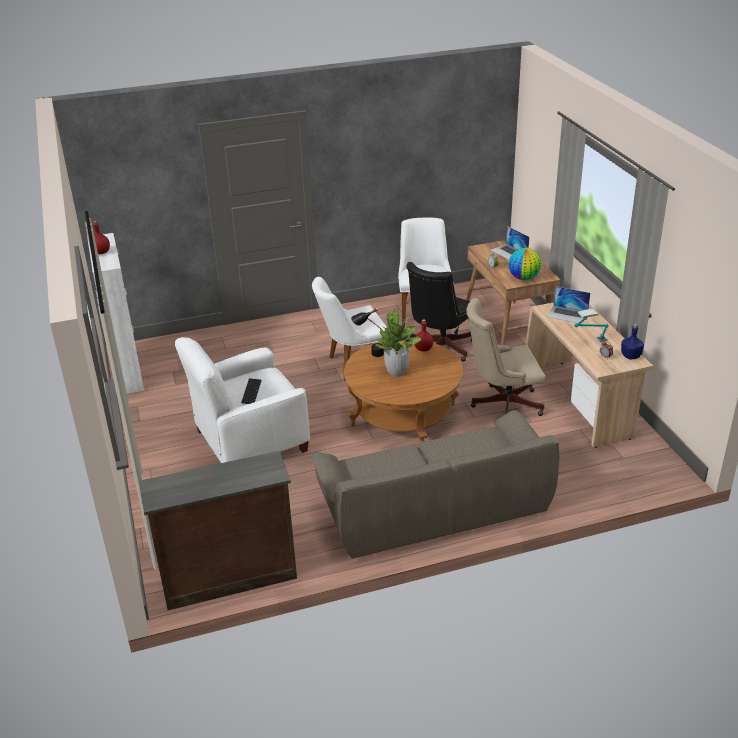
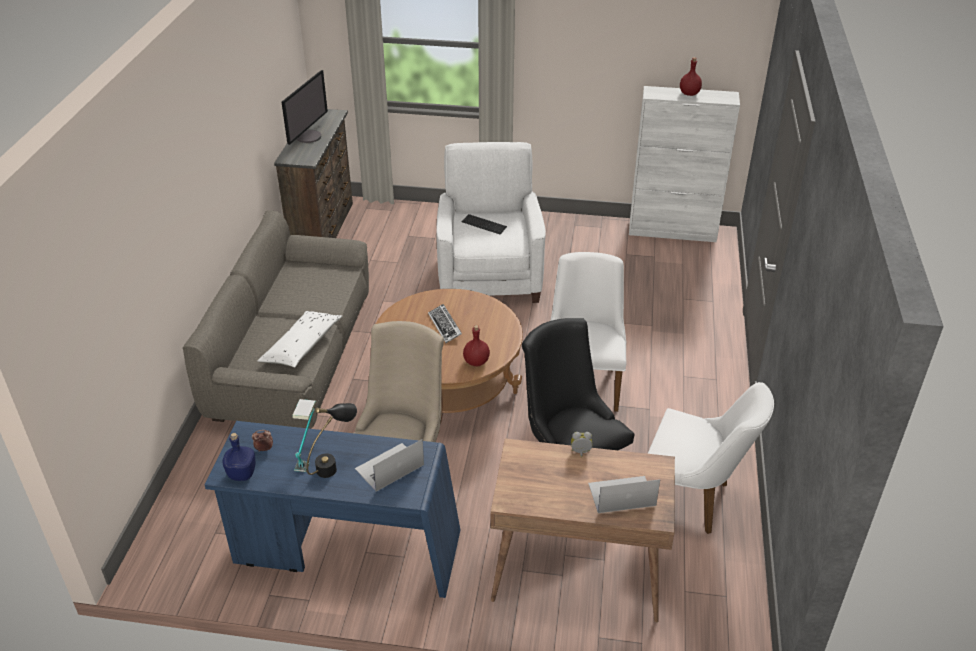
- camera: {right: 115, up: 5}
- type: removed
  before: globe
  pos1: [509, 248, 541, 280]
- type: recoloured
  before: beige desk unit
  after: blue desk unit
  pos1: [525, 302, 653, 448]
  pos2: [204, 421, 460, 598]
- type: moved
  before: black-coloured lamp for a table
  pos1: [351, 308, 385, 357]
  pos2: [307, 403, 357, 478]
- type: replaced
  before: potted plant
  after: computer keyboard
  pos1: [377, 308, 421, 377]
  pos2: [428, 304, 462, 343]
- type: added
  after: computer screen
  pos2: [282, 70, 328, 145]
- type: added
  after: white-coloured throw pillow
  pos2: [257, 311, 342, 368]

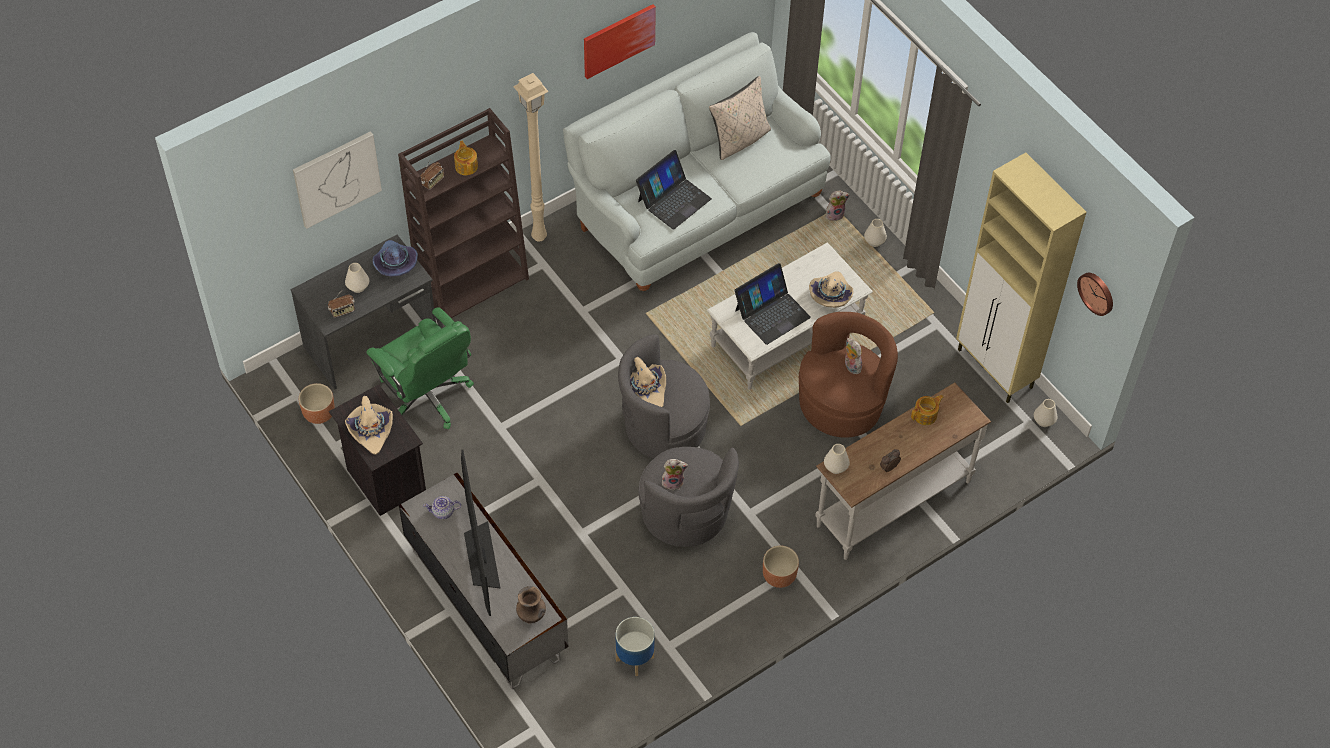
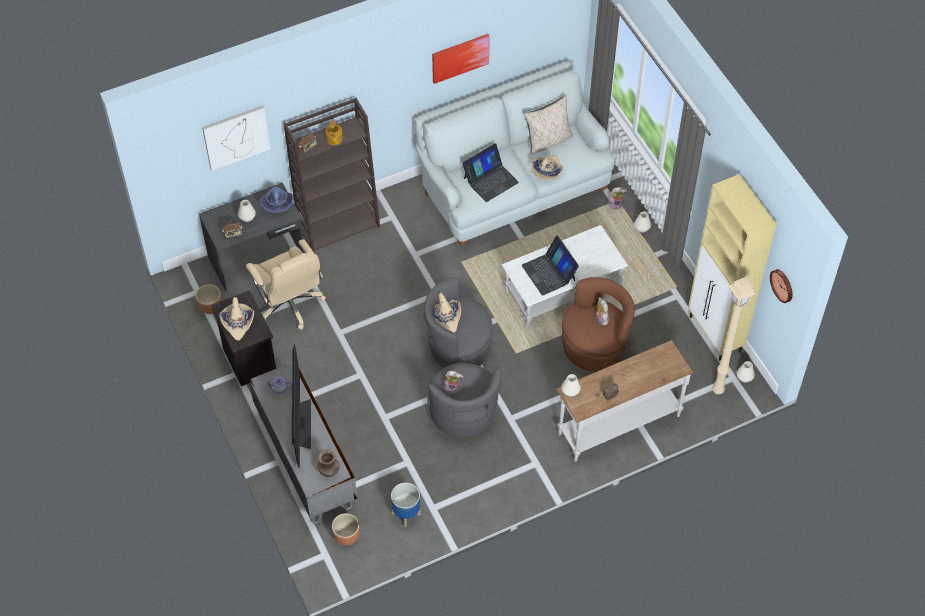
- camera: {right: 10, up: 0}
- type: moved
  before: beige standard lamp
  pos1: [513, 73, 549, 242]
  pos2: [712, 277, 756, 394]
- type: turned
  before: laptop
  pos1: [734, 263, 811, 345]
  pos2: [522, 236, 579, 296]
  turn: 90
- type: moved
  before: beige hat
  pos1: [809, 272, 853, 308]
  pos2: [531, 155, 563, 180]
- type: recoloured
  before: green-coloured desk chair
  after: beige desk chair
  pos1: [367, 307, 474, 429]
  pos2: [246, 239, 326, 330]
- type: removed
  before: tea pot
  pos1: [911, 395, 943, 425]
- type: moved
  before: brownish flower pot
  pos1: [763, 546, 799, 588]
  pos2: [332, 513, 360, 545]

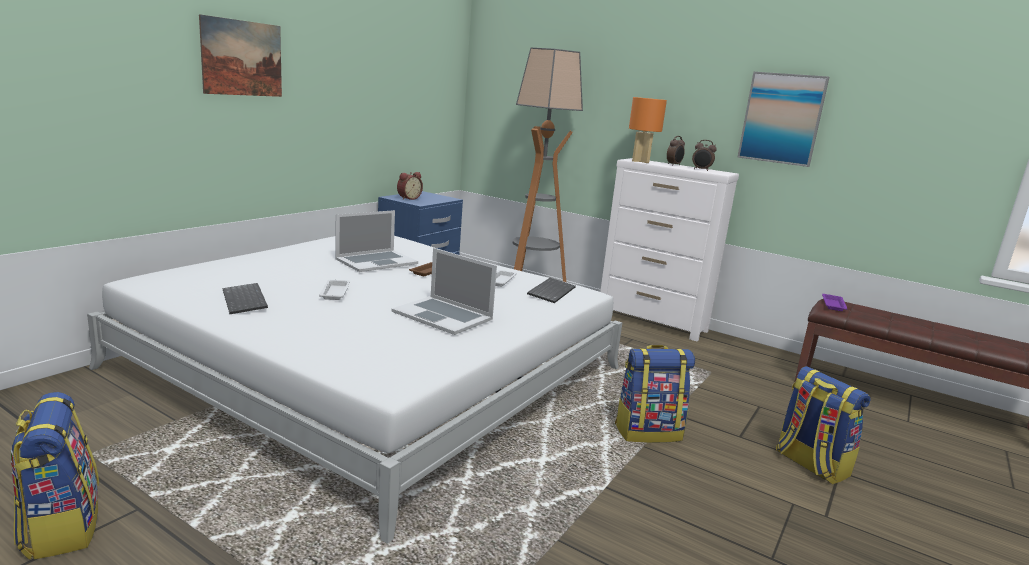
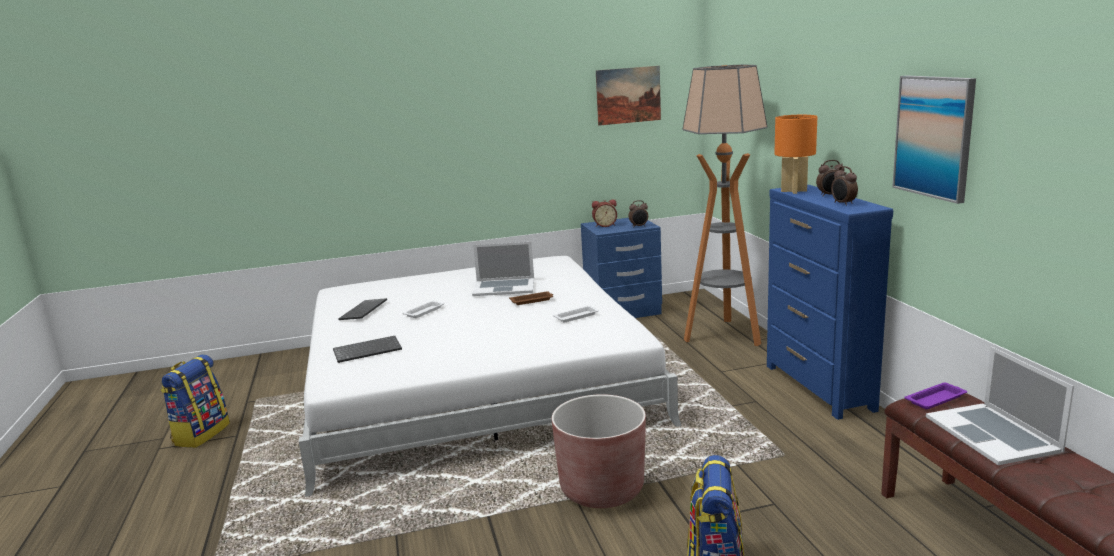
- camera: {right: 45, up: 0}
- type: moved
  before: picture
  pos1: [199, 14, 282, 97]
  pos2: [596, 66, 661, 126]
- type: recoloured
  before: white-coloured drawer chest
  after: blue drawer chest
  pos1: [600, 158, 739, 341]
  pos2: [767, 185, 893, 420]
- type: moved
  before: laptop
  pos1: [391, 248, 497, 335]
  pos2: [926, 347, 1074, 465]
- type: moved
  before: computer keyboard
  pos1: [527, 278, 576, 303]
  pos2: [333, 336, 402, 363]
- type: replaced
  before: knapsack
  after: brownish flower pot
  pos1: [615, 345, 695, 443]
  pos2: [552, 394, 646, 508]
- type: added
  after: bedside clock
  pos2: [628, 200, 648, 228]

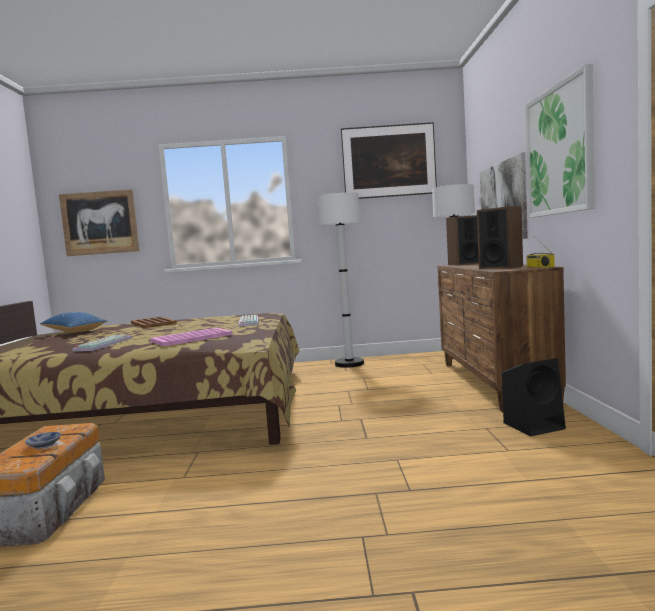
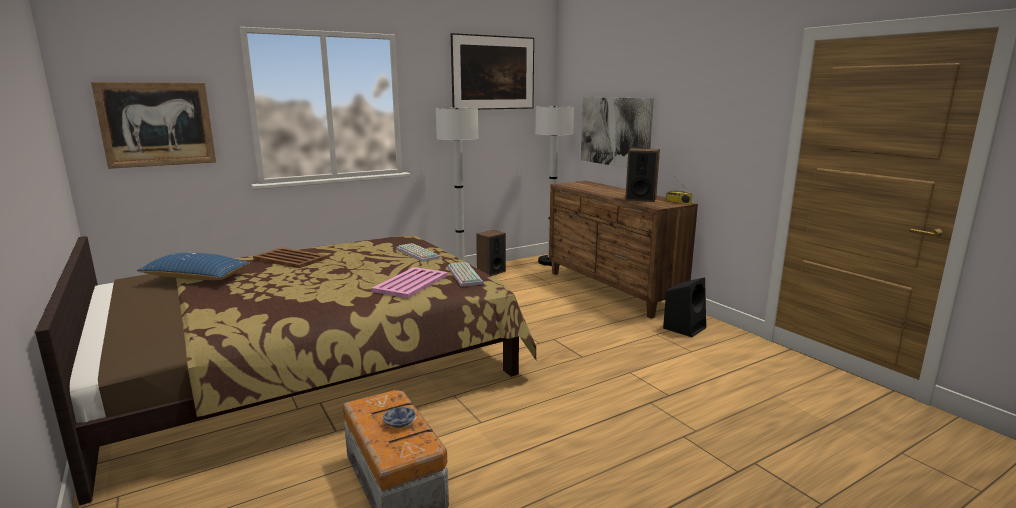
- camera: {right: -30, up: 10}
- type: removed
  before: picture
  pos1: [525, 64, 595, 218]
- type: moved
  before: speaker
  pos1: [446, 215, 479, 265]
  pos2: [476, 230, 506, 276]
- type: moved
  before: computer keyboard
  pos1: [72, 334, 132, 351]
  pos2: [448, 262, 484, 287]

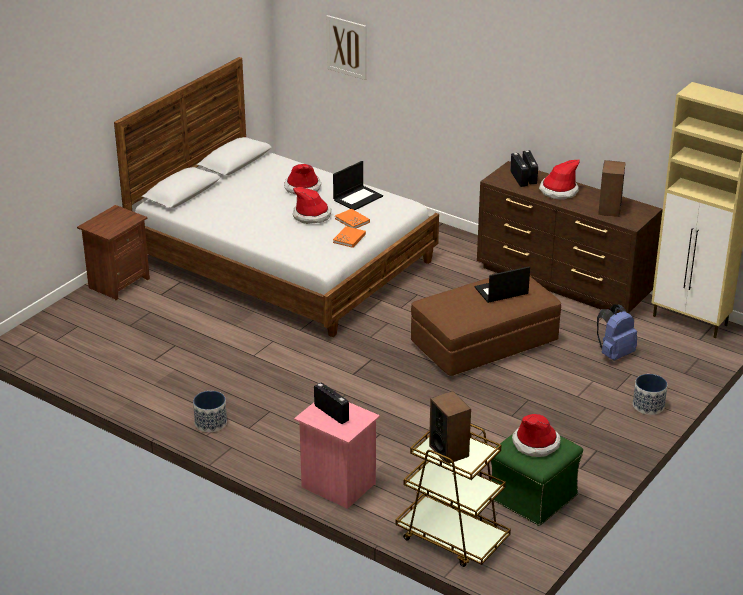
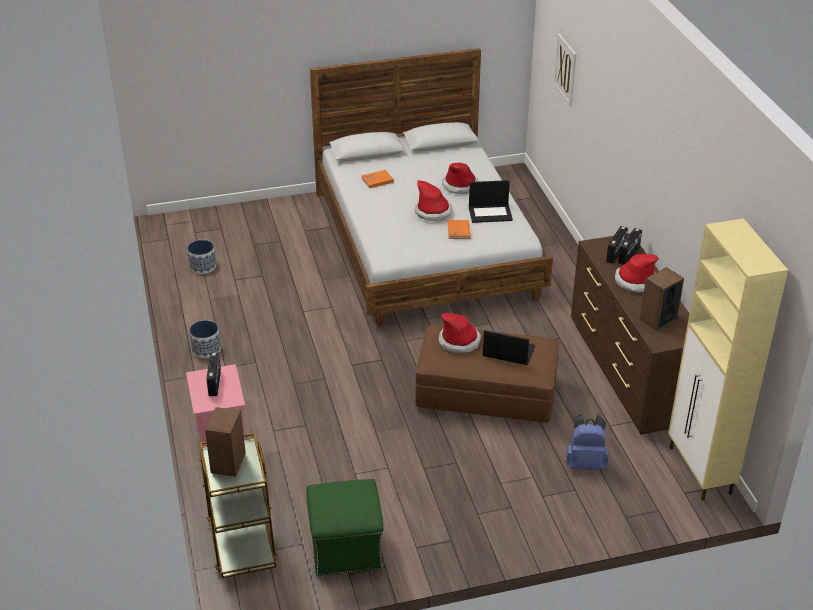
- camera: {right: 40, up: 5}
- type: removed
  before: brownish bedside table
  pos1: [77, 205, 150, 300]
- type: moved
  before: orange-coloured book
  pos1: [333, 226, 366, 248]
  pos2: [361, 170, 394, 188]
- type: moved
  before: flower pot
  pos1: [633, 374, 667, 415]
  pos2: [187, 240, 216, 274]
- type: moved
  before: hat
  pos1: [512, 414, 561, 457]
  pos2: [439, 313, 481, 353]

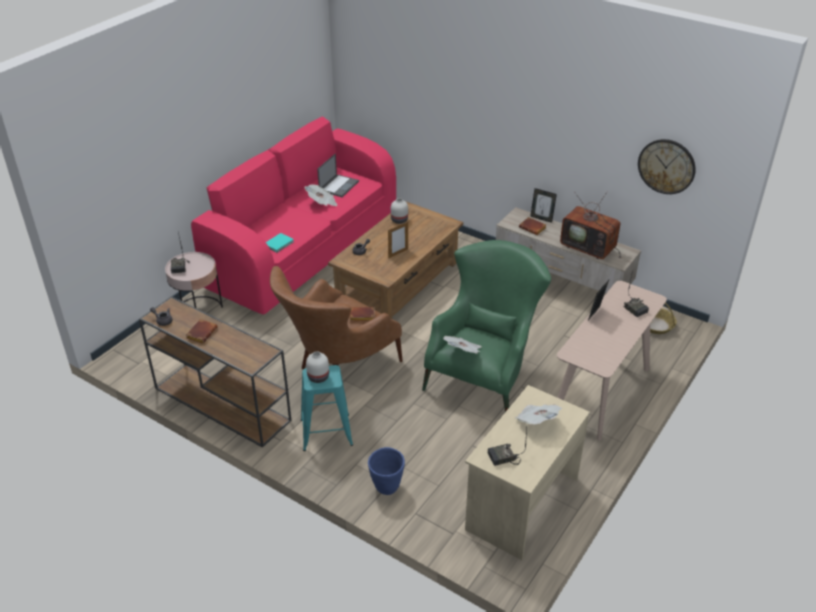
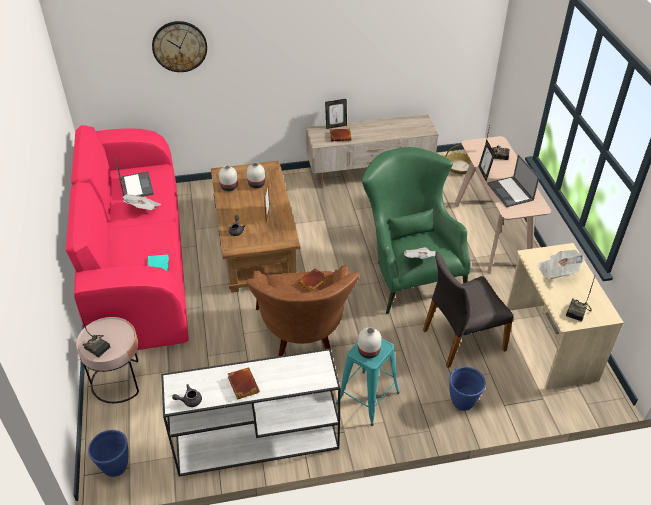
- camera: {right: -45, up: 5}
- type: moved
  before: wall clock
  pos1: [638, 139, 696, 194]
  pos2: [152, 21, 207, 72]
- type: removed
  before: TV
  pos1: [560, 191, 621, 259]
- type: recoloured
  before: brownish console table
  after: white-coloured console table
  pos1: [139, 296, 291, 448]
  pos2: [161, 349, 340, 476]
- type: added
  after: laptop
  pos2: [487, 155, 540, 207]
- type: added
  after: white-coloured flower vase
  pos2: [247, 163, 265, 188]
- type: added
  after: grey upright chair
  pos2: [423, 252, 513, 368]
- type: added
  after: blue flower pot
  pos2: [88, 430, 129, 477]

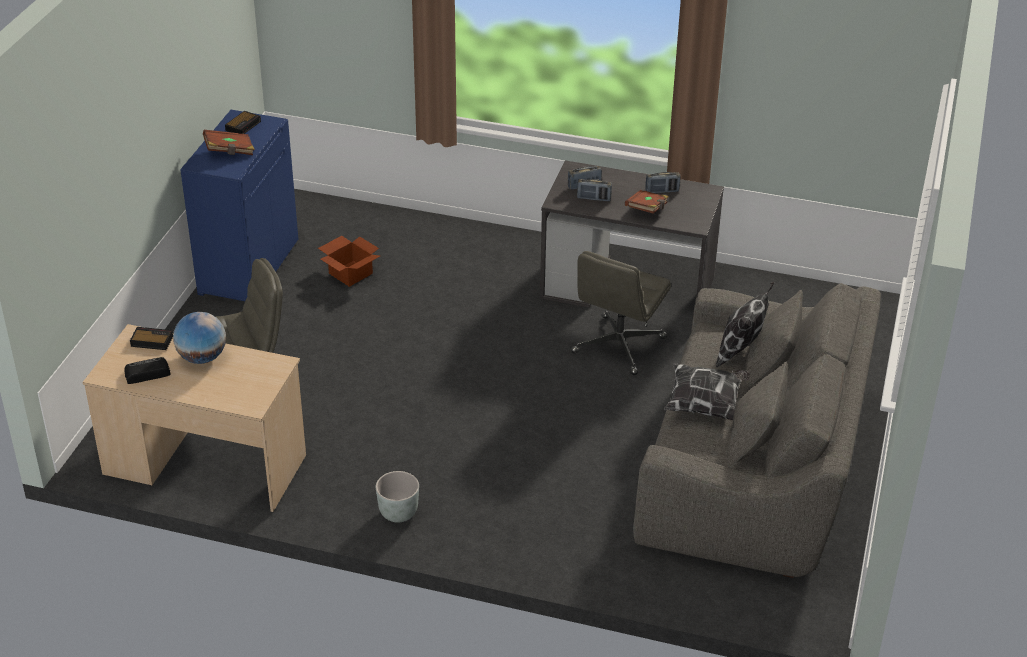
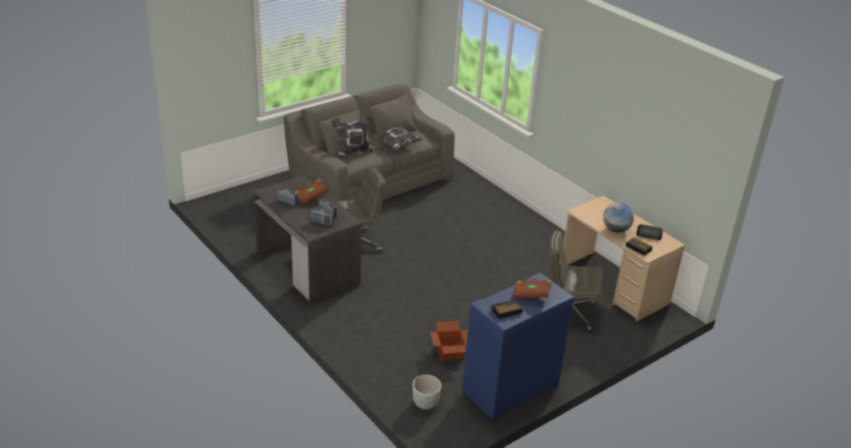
- camera: {right: -145, up: -5}
- type: moved
  before: grey flower pot
  pos1: [376, 471, 419, 523]
  pos2: [413, 375, 441, 409]

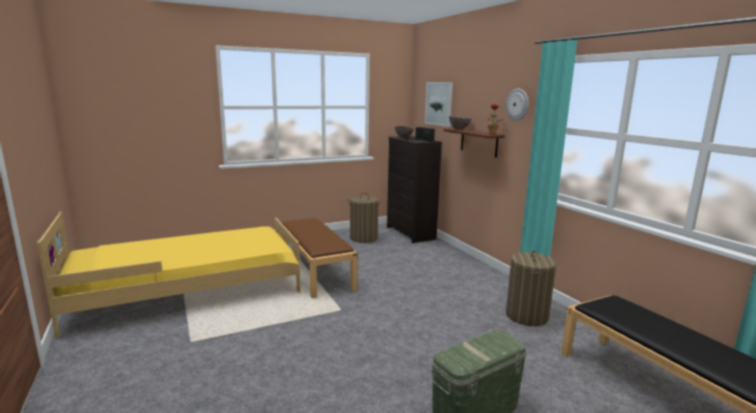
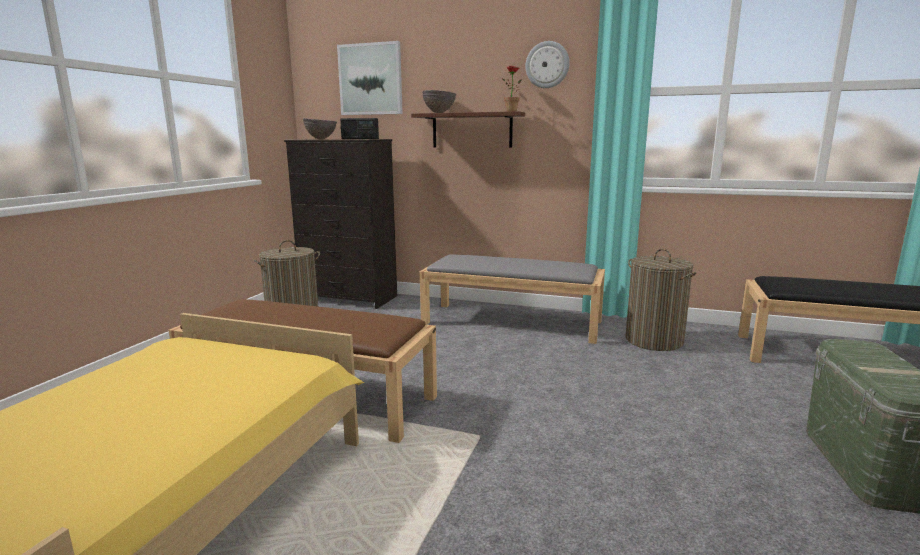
- camera: {right: -45, up: 0}
- type: added
  after: grey long seat
  pos2: [420, 254, 605, 344]

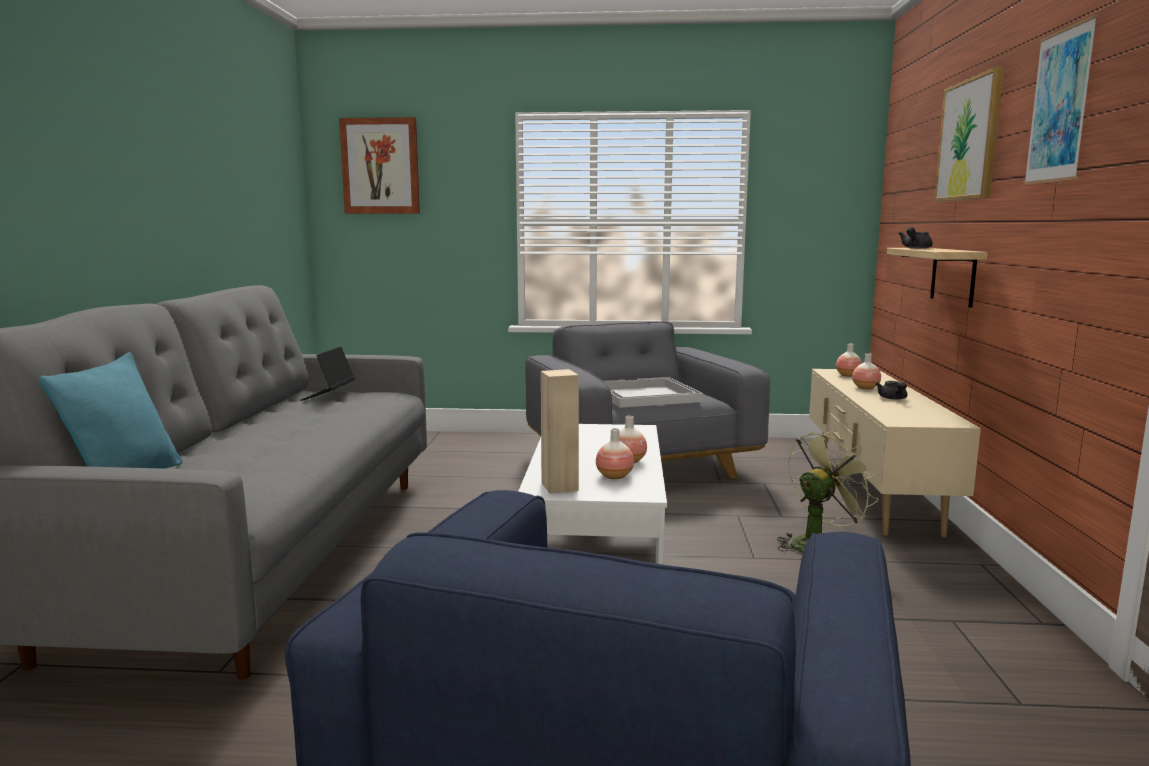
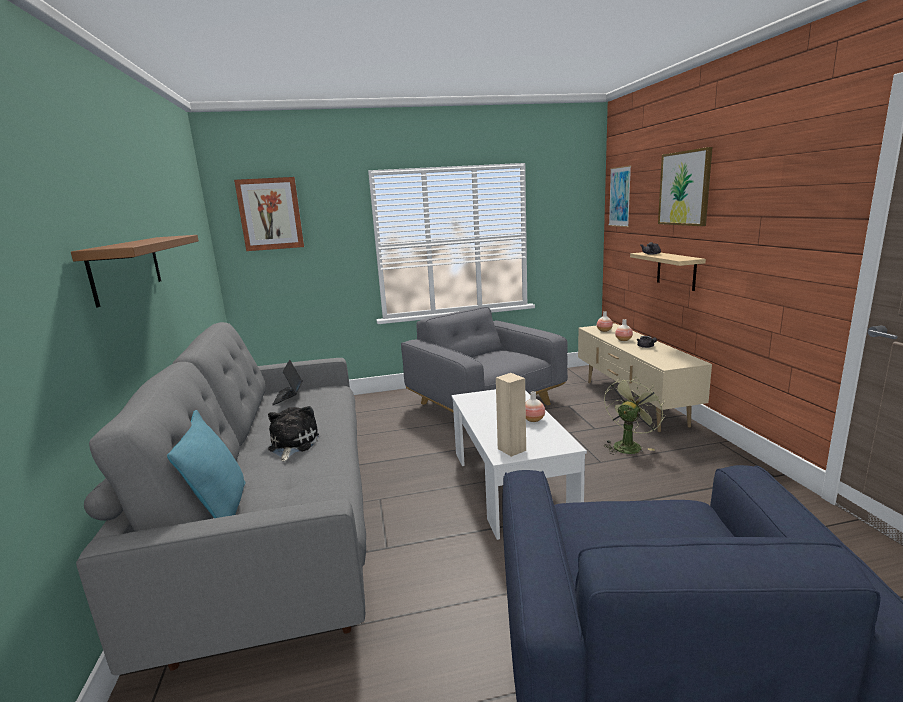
- camera: {right: -15, up: 5}
- type: moved
  before: picture
  pos1: [1023, 14, 1099, 185]
  pos2: [608, 165, 631, 227]
- type: removed
  before: white-coloured tray
  pos1: [604, 377, 704, 408]
- type: removed
  before: flower vase
  pos1: [596, 428, 634, 479]
- type: added
  after: brownish shelf
  pos2: [71, 235, 199, 308]
- type: added
  after: plush toy
  pos2: [268, 406, 319, 461]

